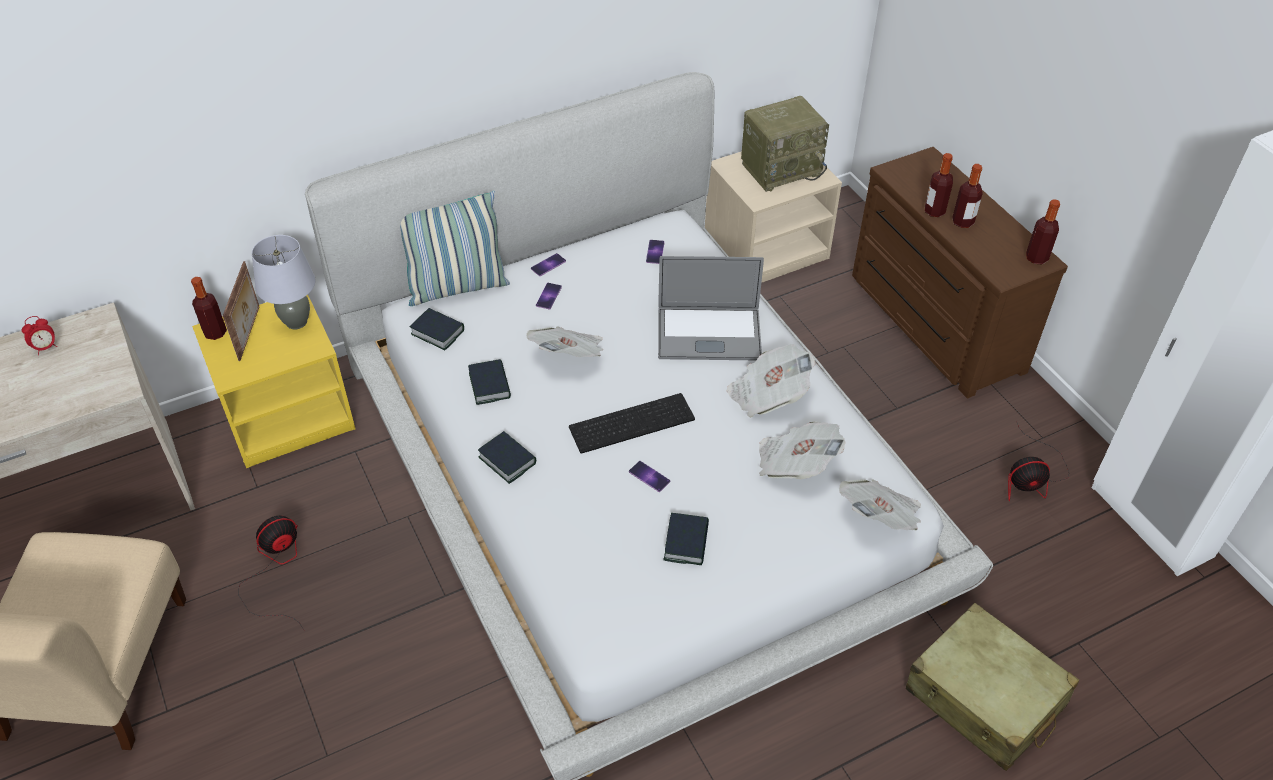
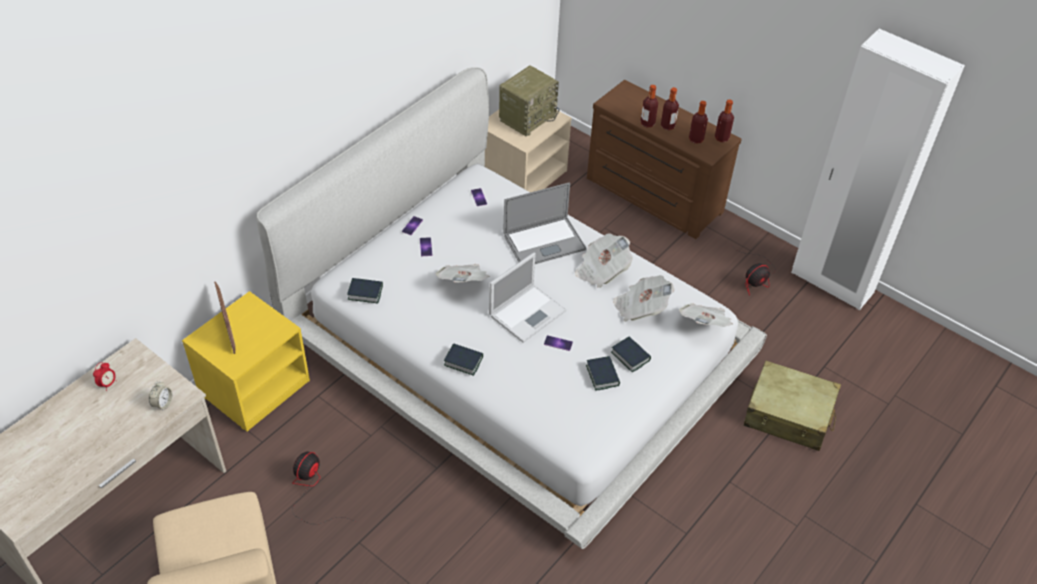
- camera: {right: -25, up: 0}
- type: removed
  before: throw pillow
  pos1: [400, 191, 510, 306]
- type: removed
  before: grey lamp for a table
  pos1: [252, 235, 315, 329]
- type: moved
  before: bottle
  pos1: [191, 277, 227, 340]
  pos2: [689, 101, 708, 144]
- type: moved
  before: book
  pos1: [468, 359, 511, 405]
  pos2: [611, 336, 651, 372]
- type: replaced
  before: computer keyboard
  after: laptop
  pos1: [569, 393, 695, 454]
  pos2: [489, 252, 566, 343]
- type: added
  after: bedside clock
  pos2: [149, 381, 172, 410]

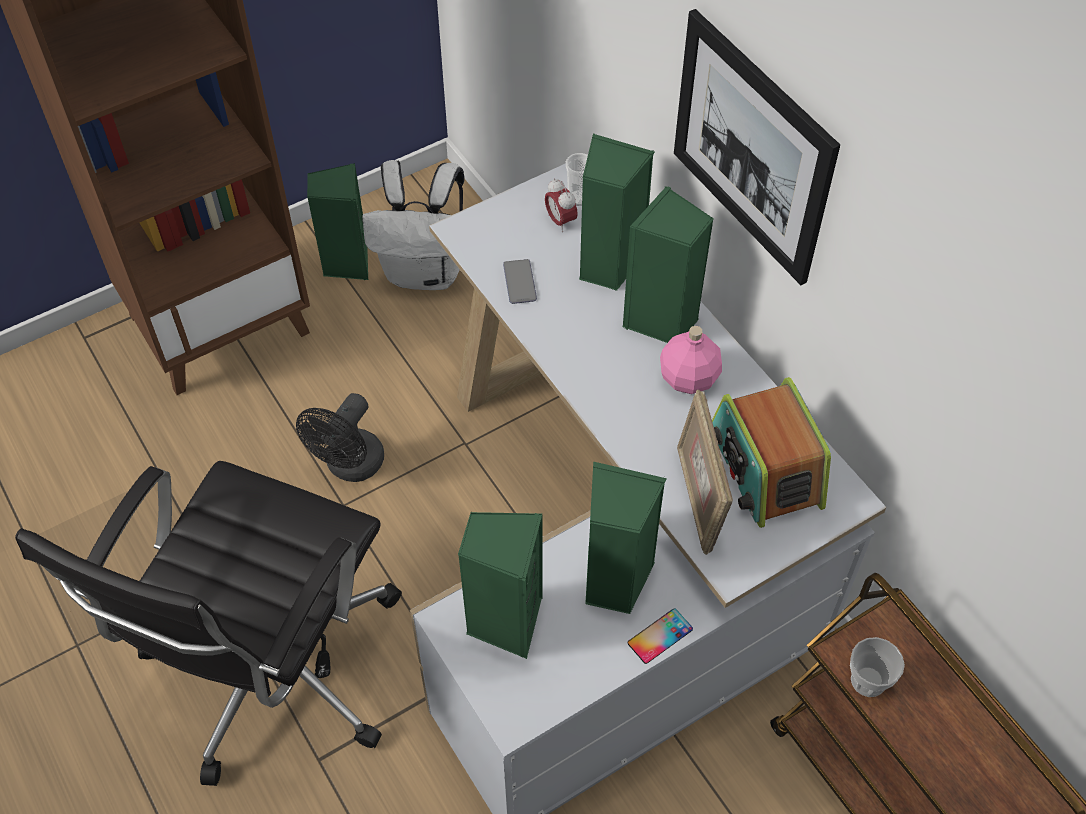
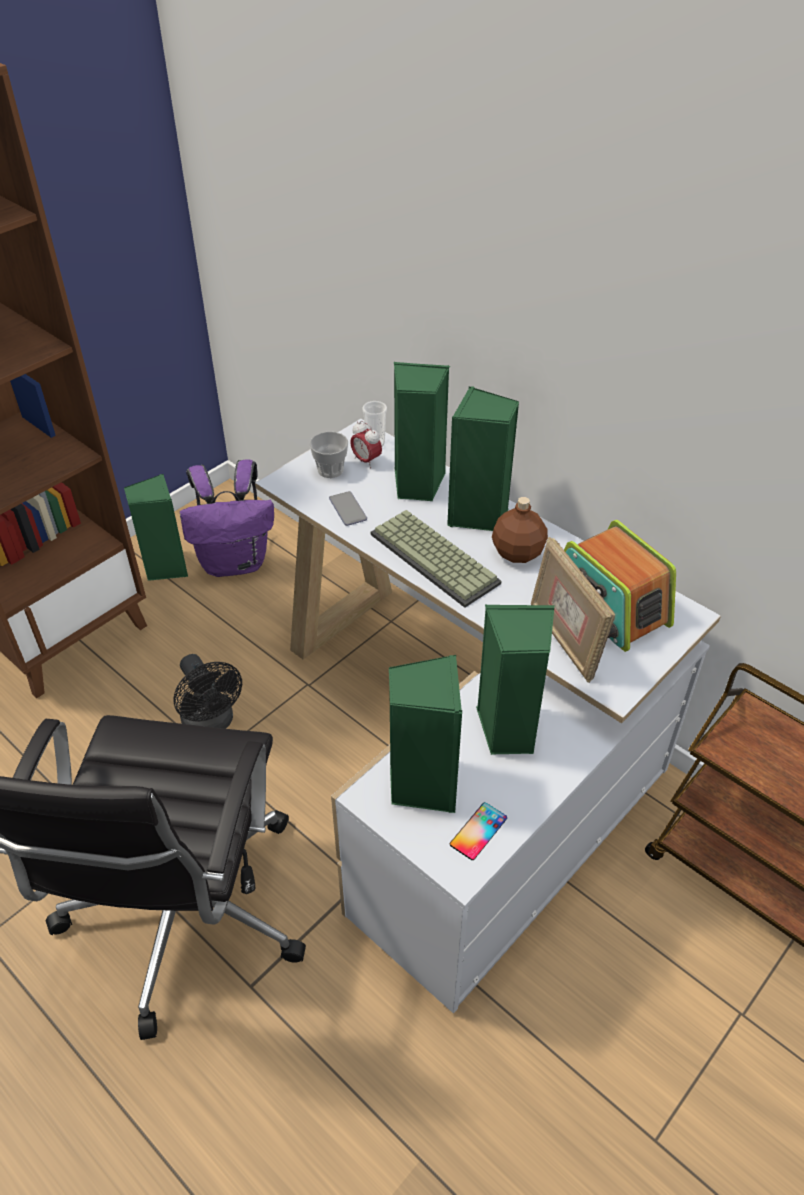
- camera: {right: -15, up: -10}
- type: removed
  before: picture
  pos1: [674, 9, 840, 285]
- type: recoloured
  before: white-coloured knapsack
  after: purple knapsack
  pos1: [362, 160, 464, 290]
  pos2: [180, 459, 274, 577]
- type: recoloured
  before: pink bottle
  after: brownish bottle
  pos1: [660, 326, 722, 394]
  pos2: [492, 497, 548, 563]
- type: turned
  before: black-coloured cooling fan
  pos1: [296, 393, 384, 482]
  pos2: [173, 654, 242, 729]
  turn: -45
- type: moved
  before: telephone
  pos1: [628, 608, 693, 664]
  pos2: [450, 802, 507, 860]
- type: moved
  before: small cup
  pos1: [850, 637, 905, 697]
  pos2: [309, 431, 349, 478]
- type: added
  after: computer keyboard
  pos2: [371, 510, 501, 608]

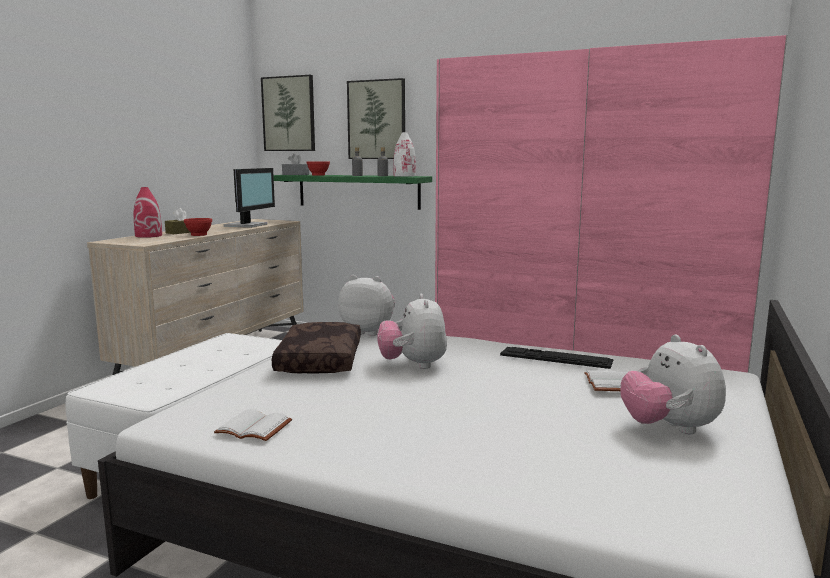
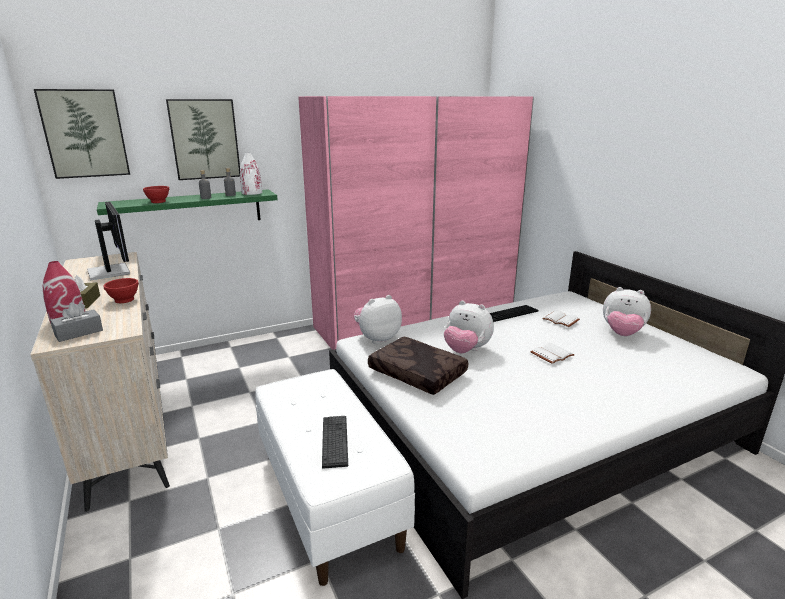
- camera: {right: -50, up: 10}
- type: moved
  before: grey tissue box
  pos1: [282, 154, 309, 175]
  pos2: [50, 302, 103, 342]
- type: moved
  before: white-coloured book
  pos1: [214, 409, 292, 441]
  pos2: [531, 343, 574, 364]
- type: added
  after: computer keyboard
  pos2: [322, 416, 348, 468]

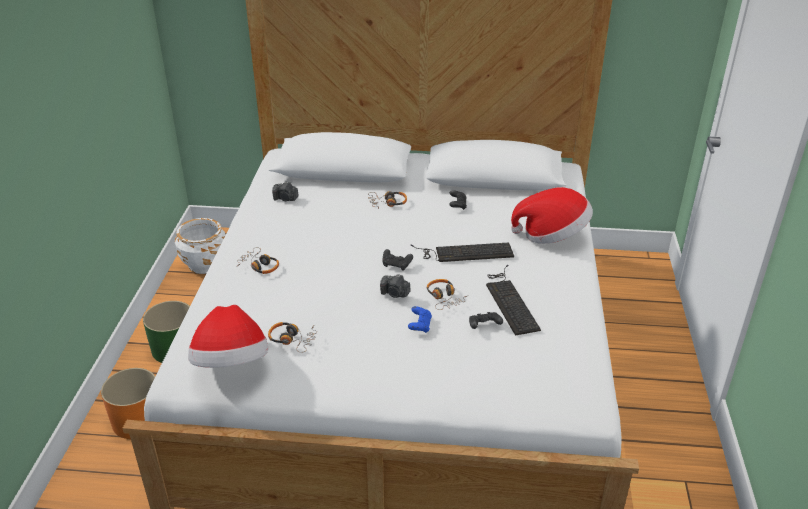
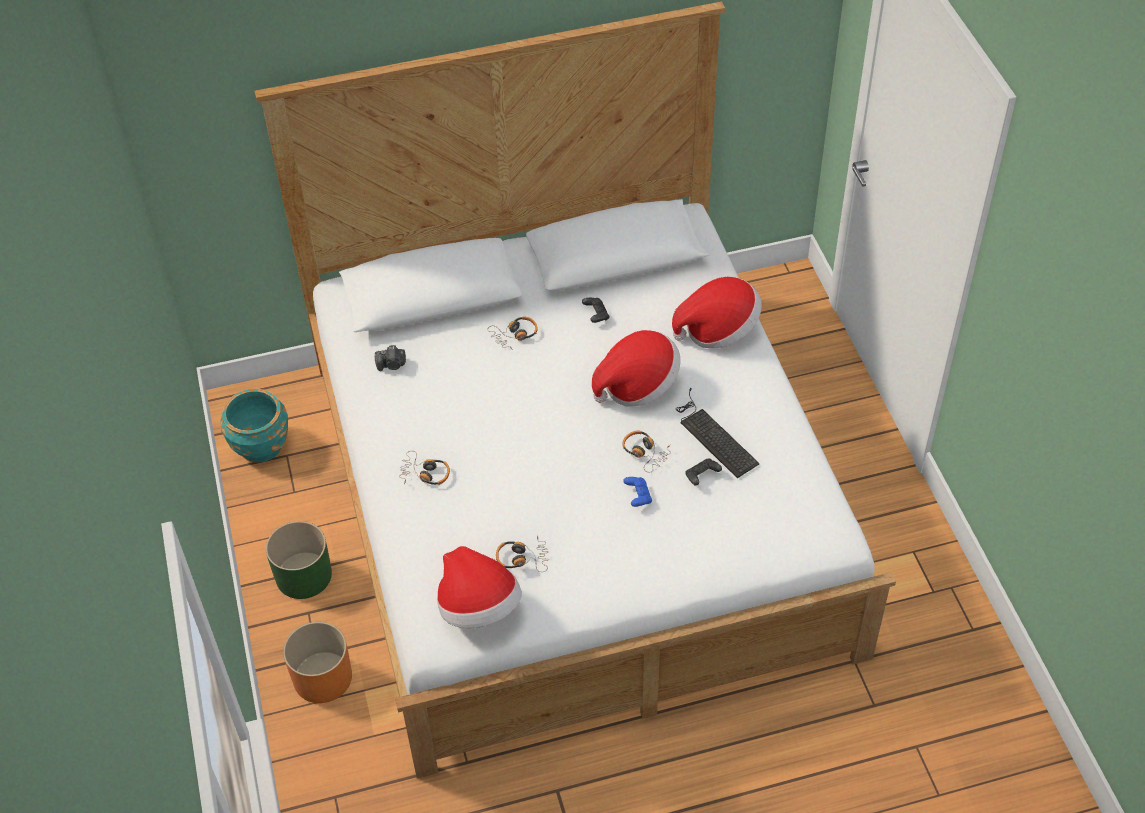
- camera: {right: -20, up: 15}
- type: recoloured
  before: white-coloured flower pot
  after: blue-green flower pot
  pos1: [175, 218, 226, 274]
  pos2: [220, 389, 288, 463]
- type: replaced
  before: computer keyboard
  after: hat
  pos1: [411, 242, 514, 262]
  pos2: [592, 330, 681, 407]
- type: removed
  before: black-coloured joypad
  pos1: [382, 249, 413, 271]
- type: removed
  before: still camera
  pos1: [380, 274, 410, 298]

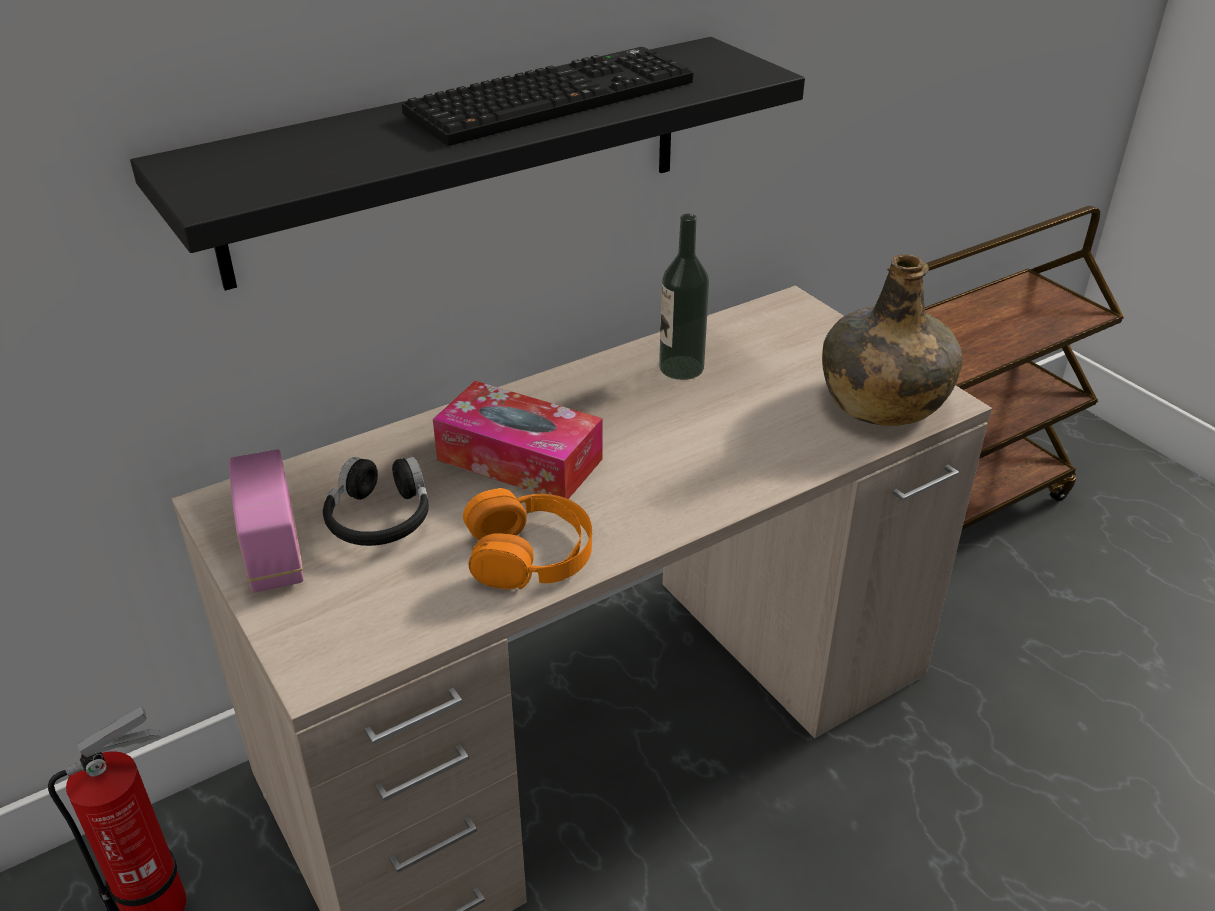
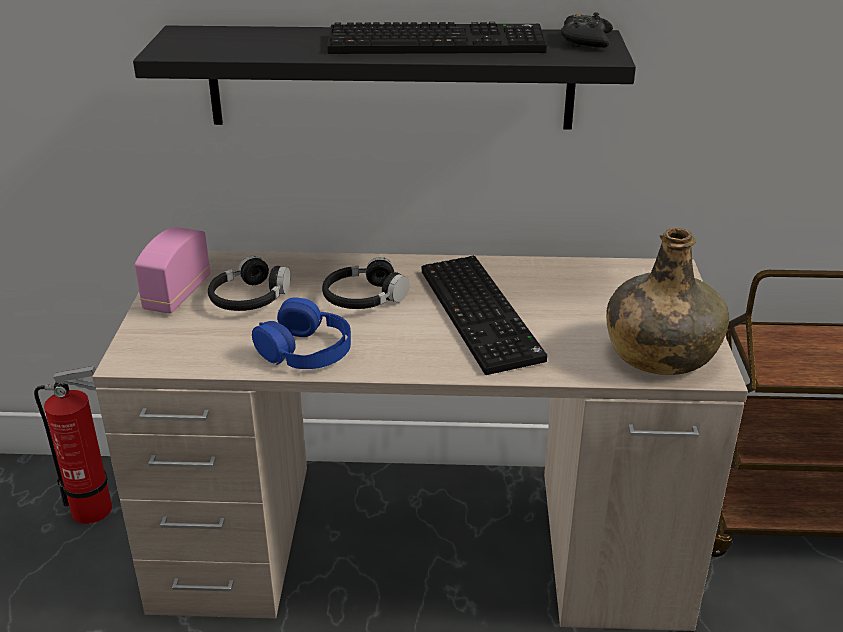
- camera: {right: 35, up: -5}
- type: removed
  before: bottle
  pos1: [659, 214, 709, 380]
- type: replaced
  before: tissue box
  after: black-coloured headphones
  pos1: [433, 381, 603, 499]
  pos2: [322, 257, 409, 309]
- type: recoloured
  before: orange-coloured headphones
  after: blue headphones
  pos1: [463, 488, 592, 589]
  pos2: [252, 298, 351, 369]
- type: added
  after: black-coloured joypad
  pos2: [561, 12, 613, 48]
- type: added
  after: computer keyboard
  pos2: [421, 256, 547, 375]

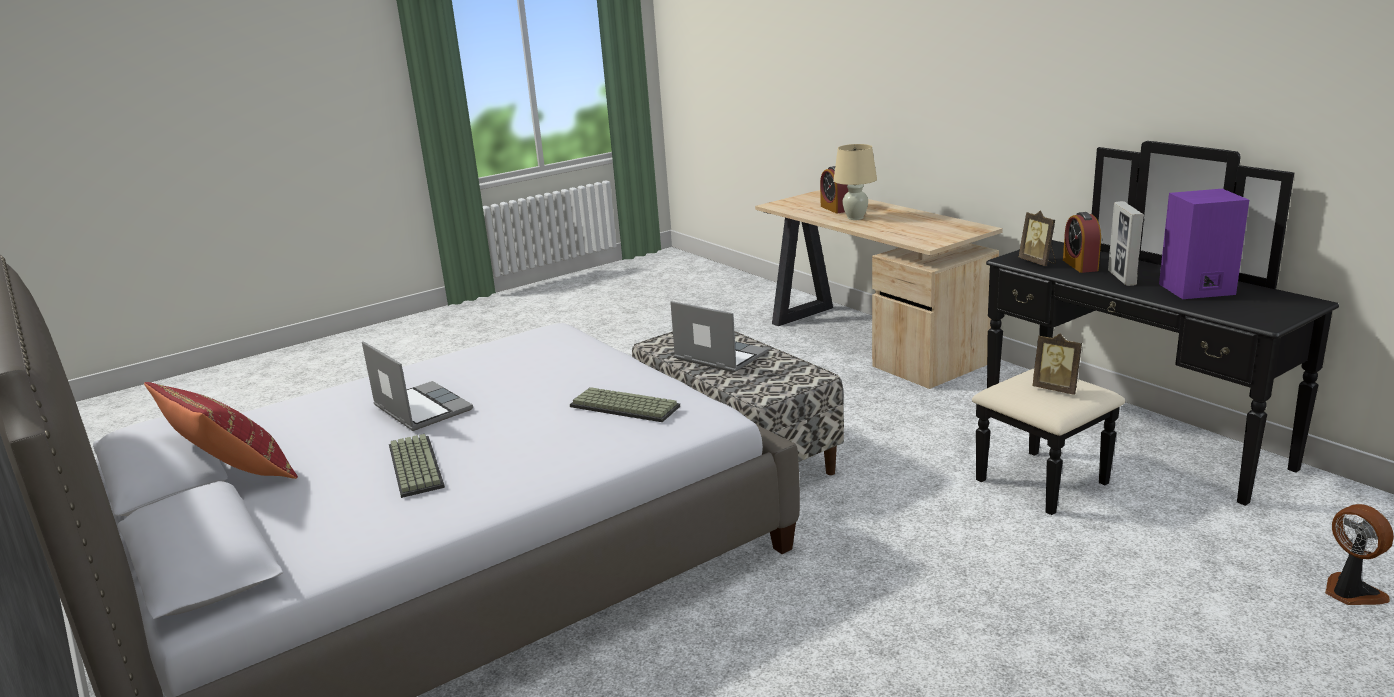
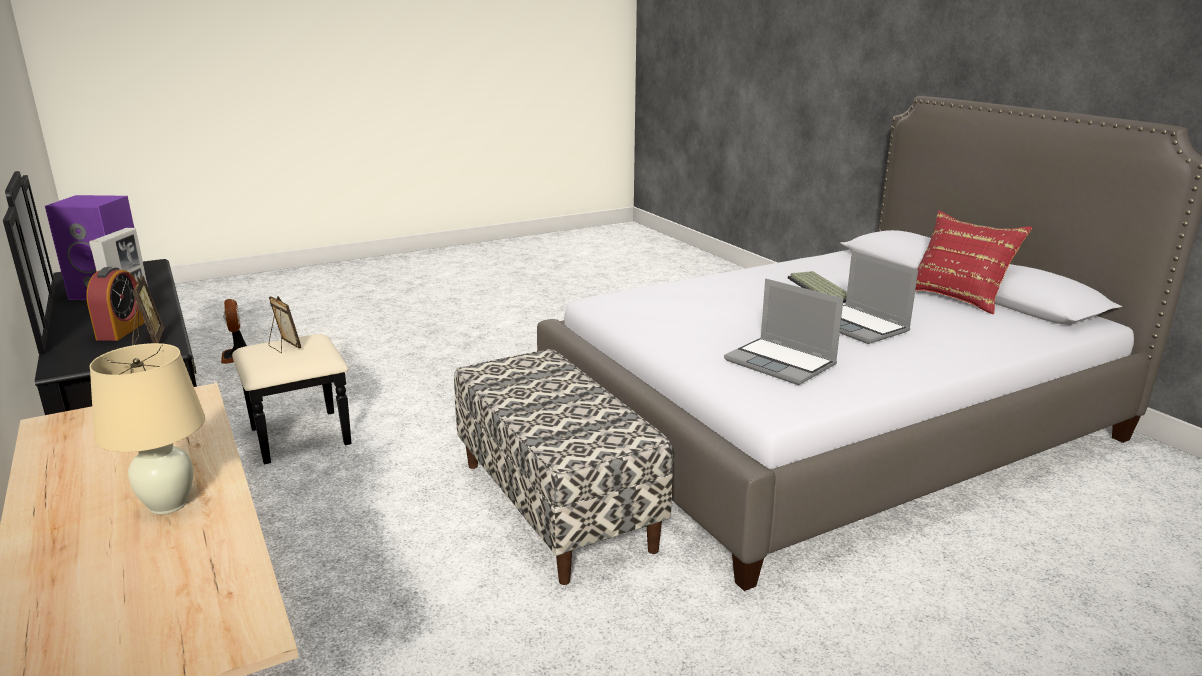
- camera: {right: -175, up: 0}
- type: removed
  before: bedside clock
  pos1: [820, 166, 849, 214]
- type: moved
  before: laptop
  pos1: [670, 301, 768, 372]
  pos2: [724, 278, 844, 385]
- type: removed
  before: computer keyboard
  pos1: [570, 387, 680, 422]

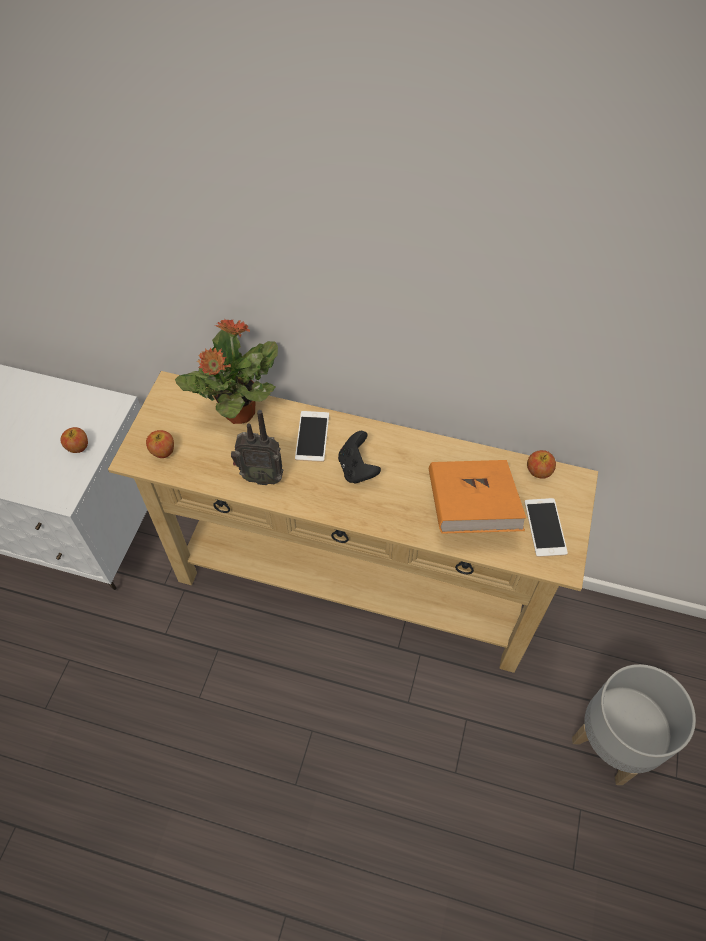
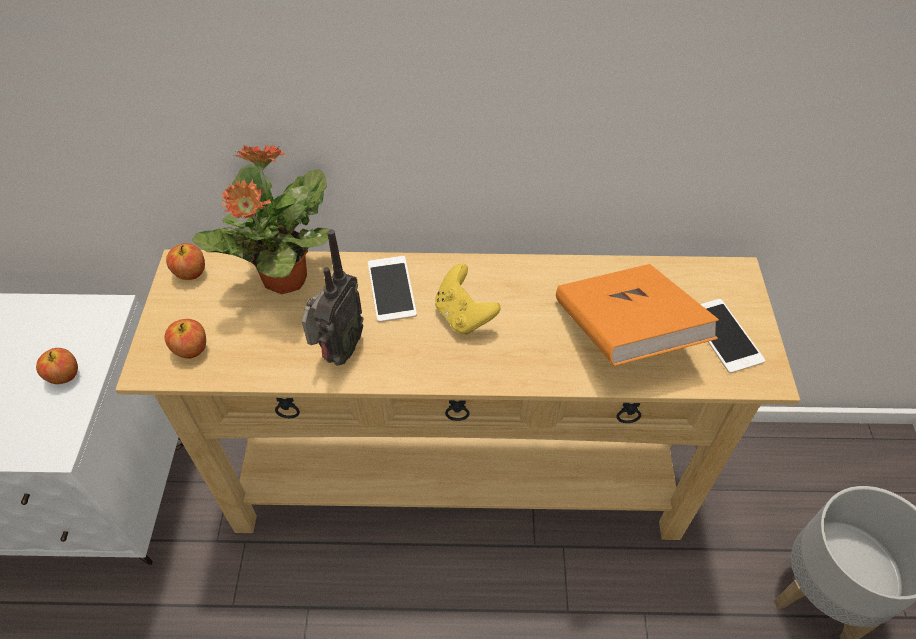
- camera: {right: -15, up: -5}
- type: turned
  before: radio receiver
  pos1: [231, 410, 284, 485]
  pos2: [302, 229, 363, 366]
  turn: -60
- type: recoloured
  before: black-coloured joypad
  after: yellow-coloured joypad
  pos1: [338, 431, 381, 484]
  pos2: [435, 264, 501, 335]
- type: moved
  before: apple
  pos1: [527, 450, 556, 479]
  pos2: [166, 243, 205, 280]

